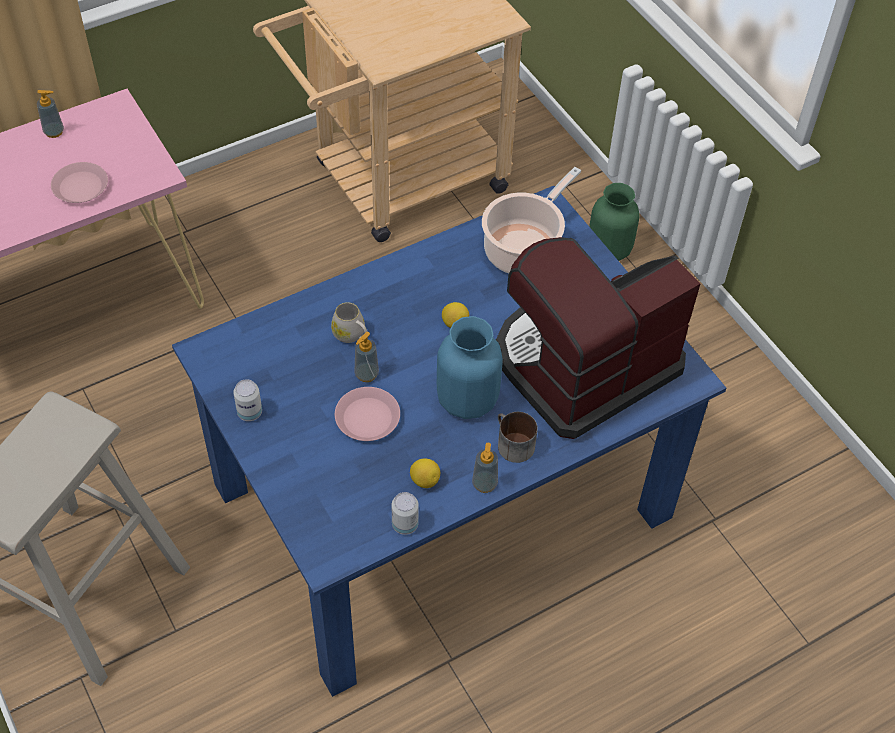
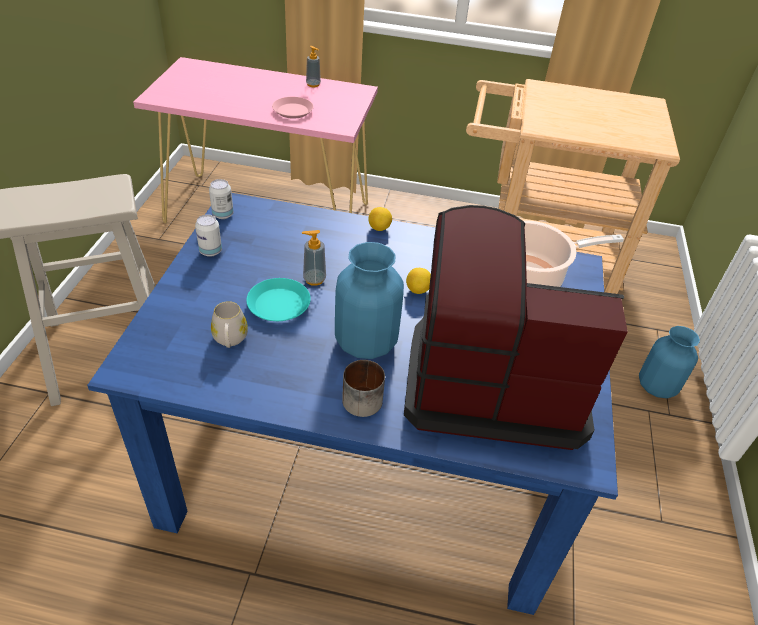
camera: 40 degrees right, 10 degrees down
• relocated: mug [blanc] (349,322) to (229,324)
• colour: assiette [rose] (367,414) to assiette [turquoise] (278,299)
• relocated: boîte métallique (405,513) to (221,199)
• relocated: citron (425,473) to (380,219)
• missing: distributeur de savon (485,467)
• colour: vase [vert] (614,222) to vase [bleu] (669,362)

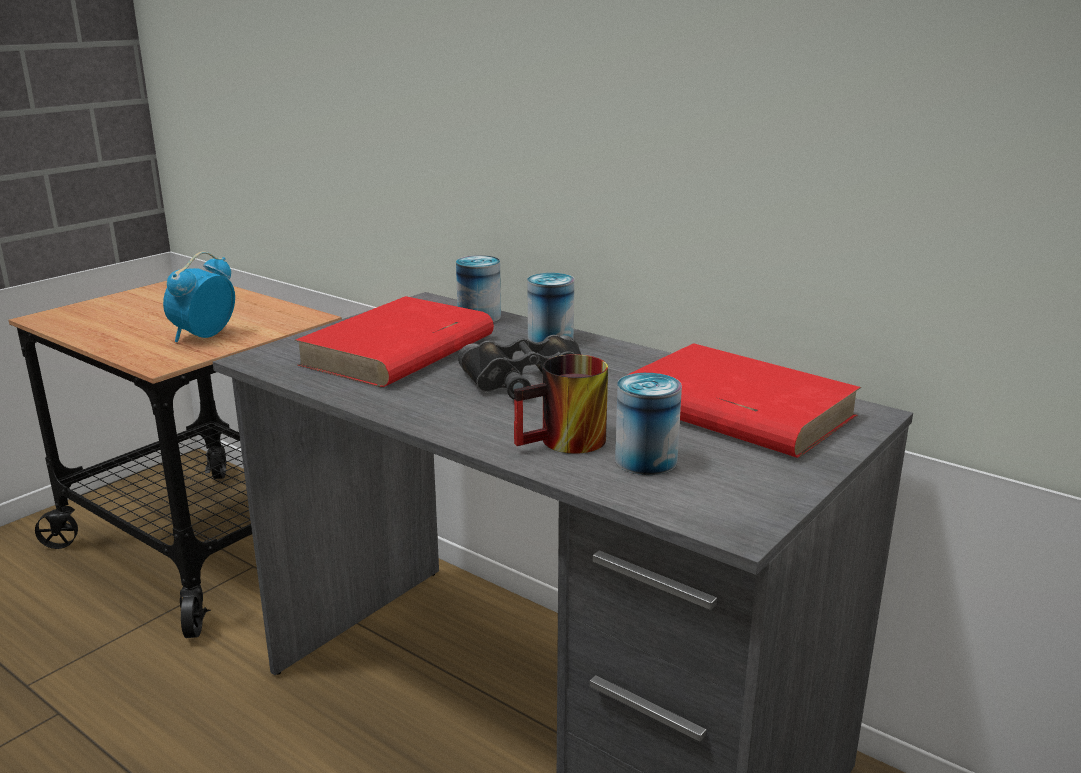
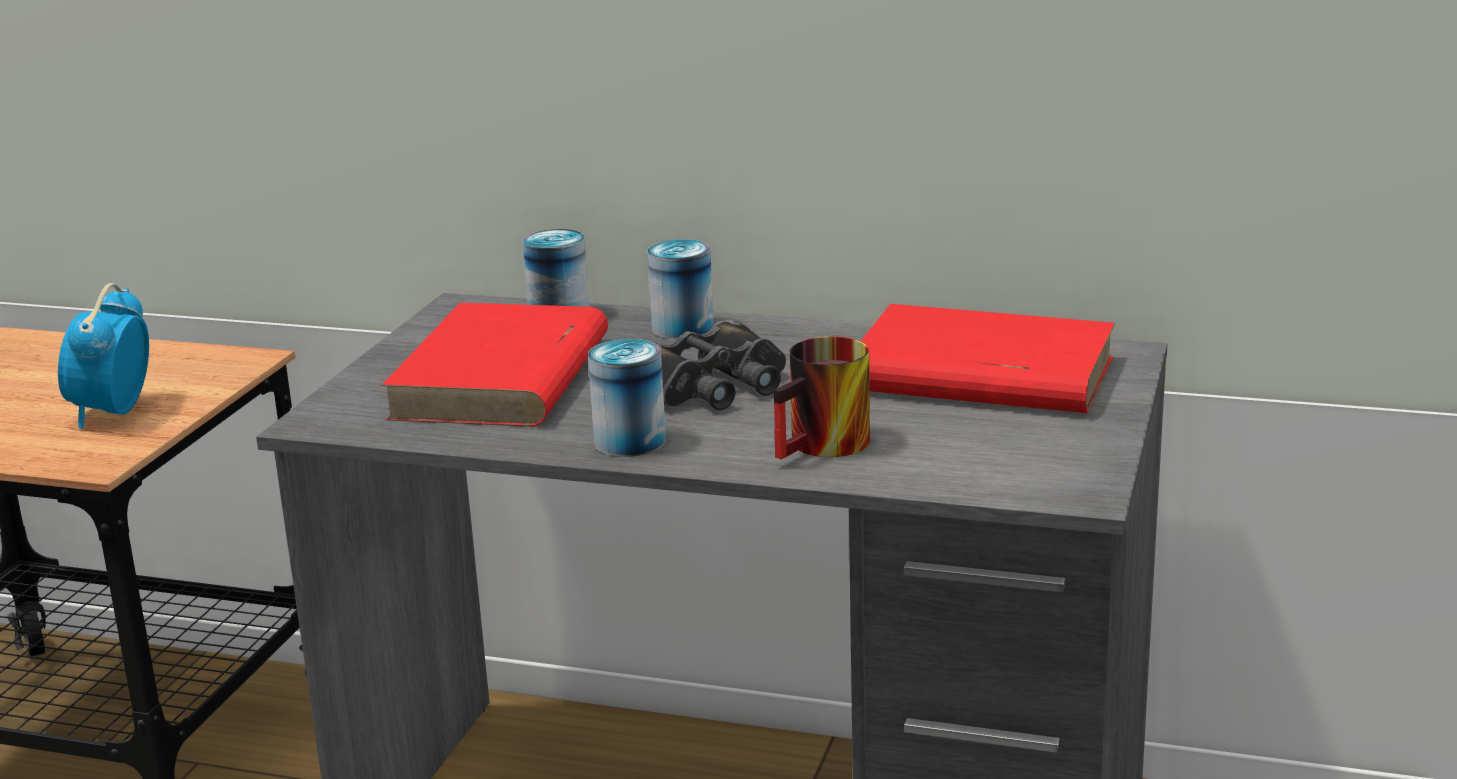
camera: 20 degrees left, 0 degrees up
• relocated: boîte métallique (648,424) to (627,398)

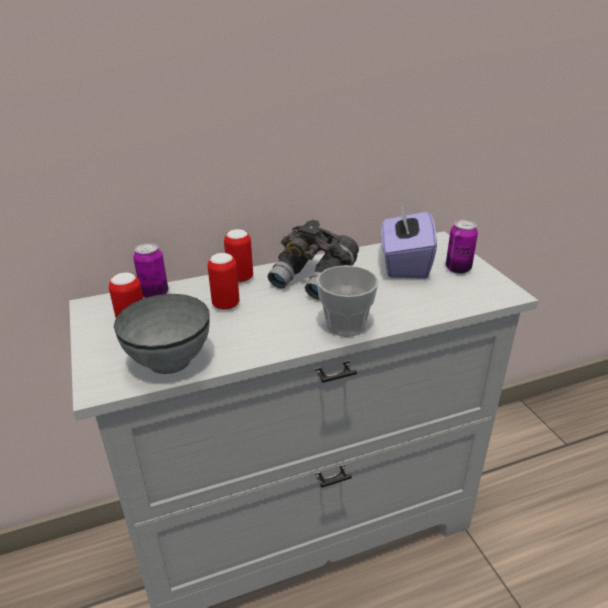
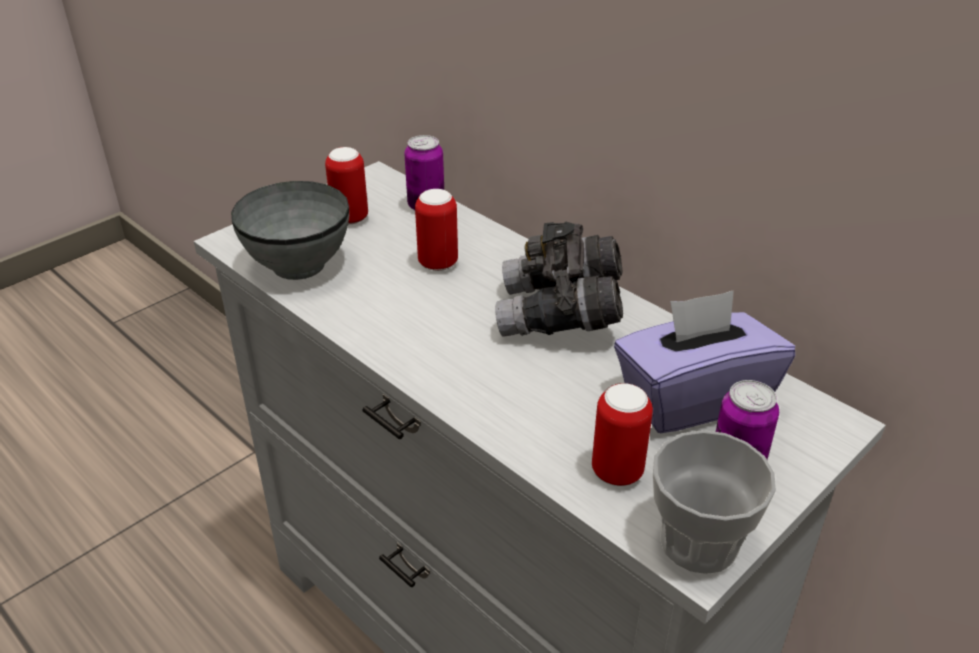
camera: 65 degrees right, 5 degrees up
• relocated: boîte métallique (238,256) to (622,434)
• relocated: tasse (347,301) to (714,502)

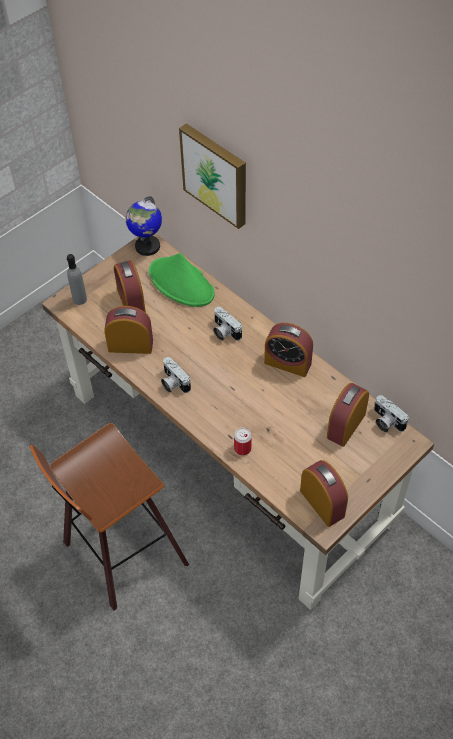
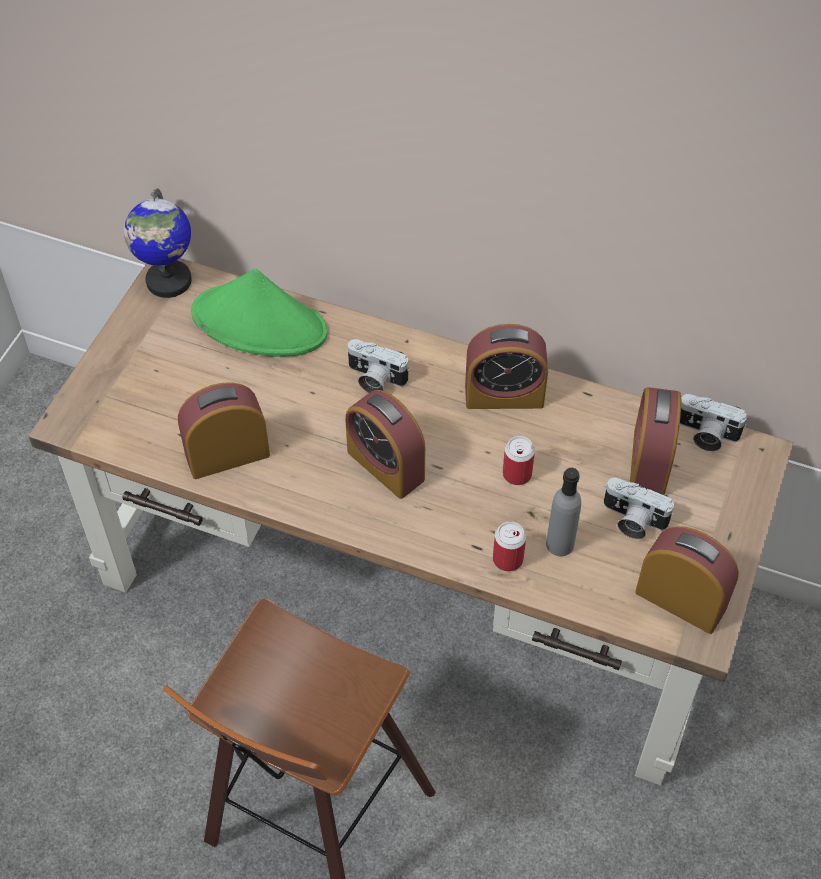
camera: 25 degrees left, 0 degrees up
• relocated: bouteille [gris] (77,279) to (563,512)
• relocated: réveil (130,286) to (385,444)
• relocated: appareil photo (176,375) to (638,508)
• missing: tableau (212,176)
• appeared: boîte métallique (519,460)

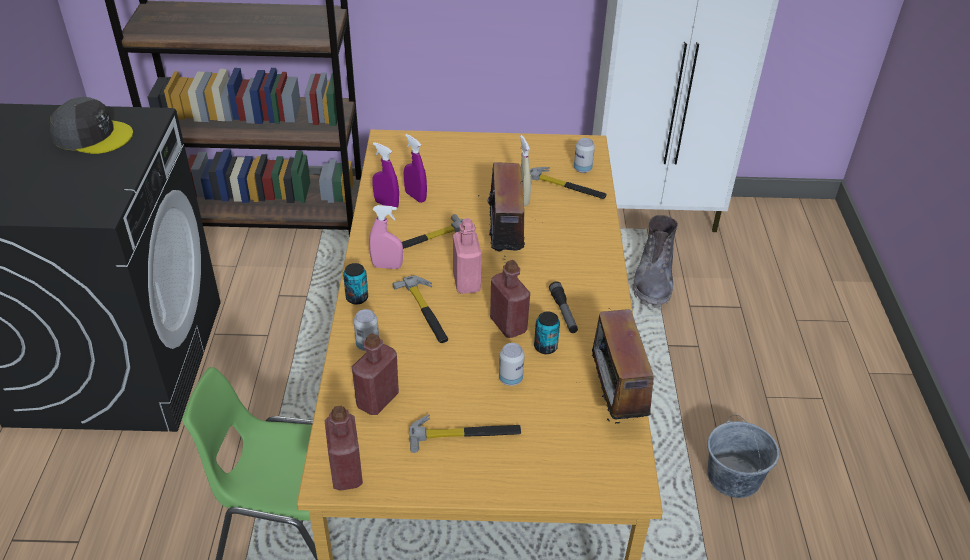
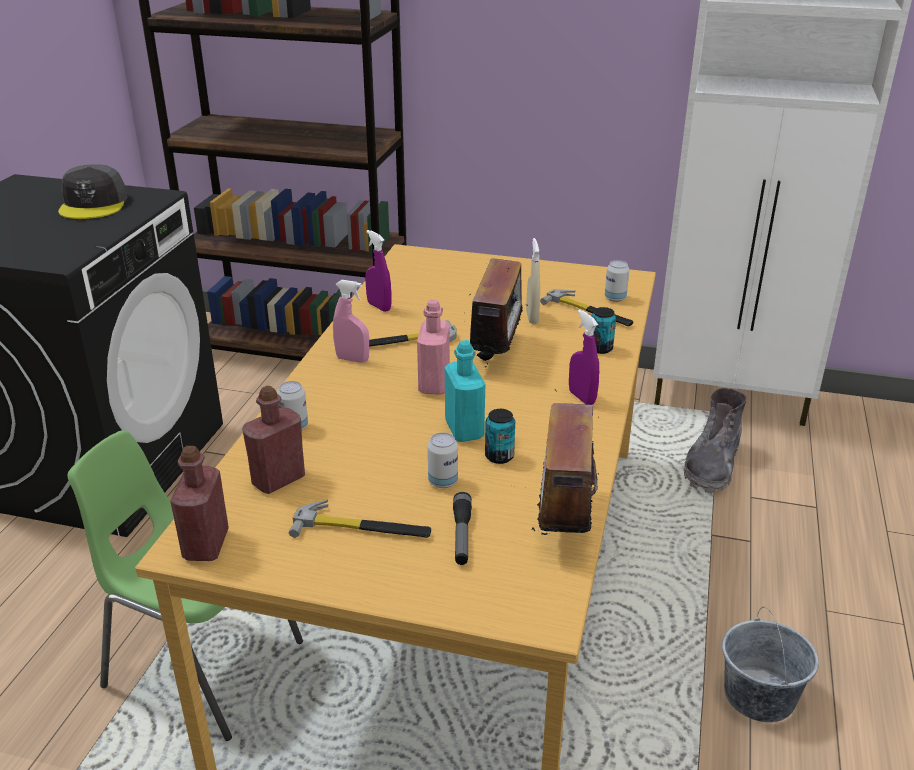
camera: 15 degrees right, 10 degrees down
• spun: casquette [gris] (91,125) = (93,191) 60 degrees clockwise
• relocated: boîte métallique (355,284) to (603,330)
• missing: marteau (420,309)
• relocated: vaporisateur [violet] (415,168) to (584,357)
• colour: bouteille [rouge] (510,299) to bouteille [turquoise] (465,391)
• relocated: lampe de poche (563,307) to (462,528)

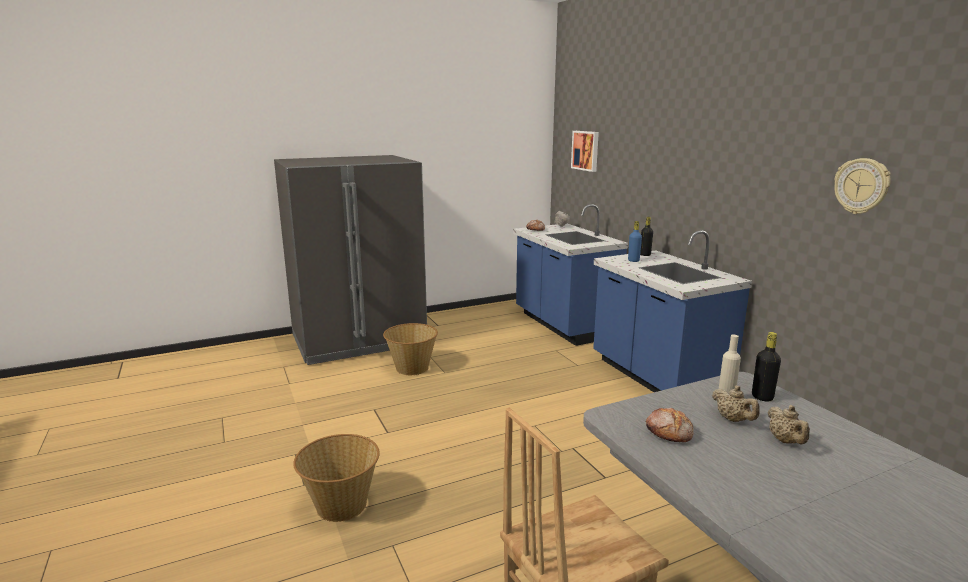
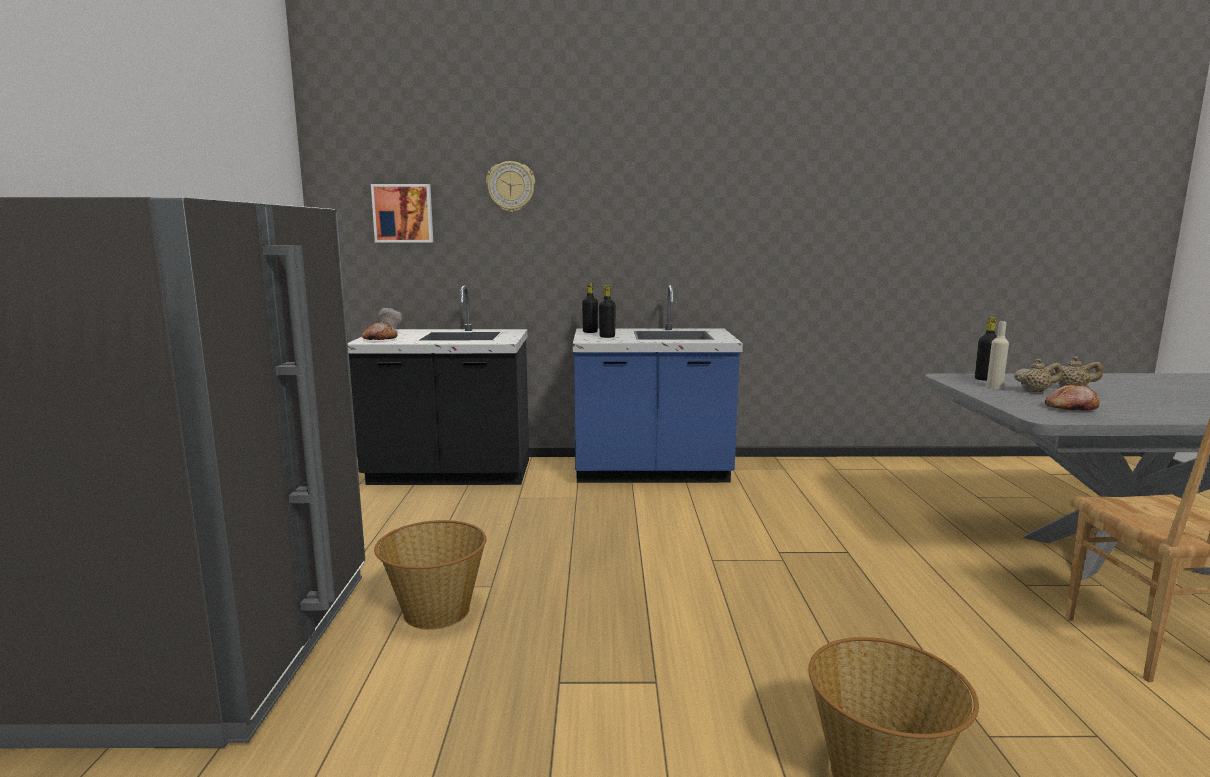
camera: 65 degrees left, 5 degrees down
• colour: comptoir de cuisine [bleu] (570,275) to comptoir de cuisine [noir] (438,385)
• colour: bouteille [bleu] (635,241) to bouteille [noir] (607,311)
• relocated: horloge murale (862,186) to (510,186)

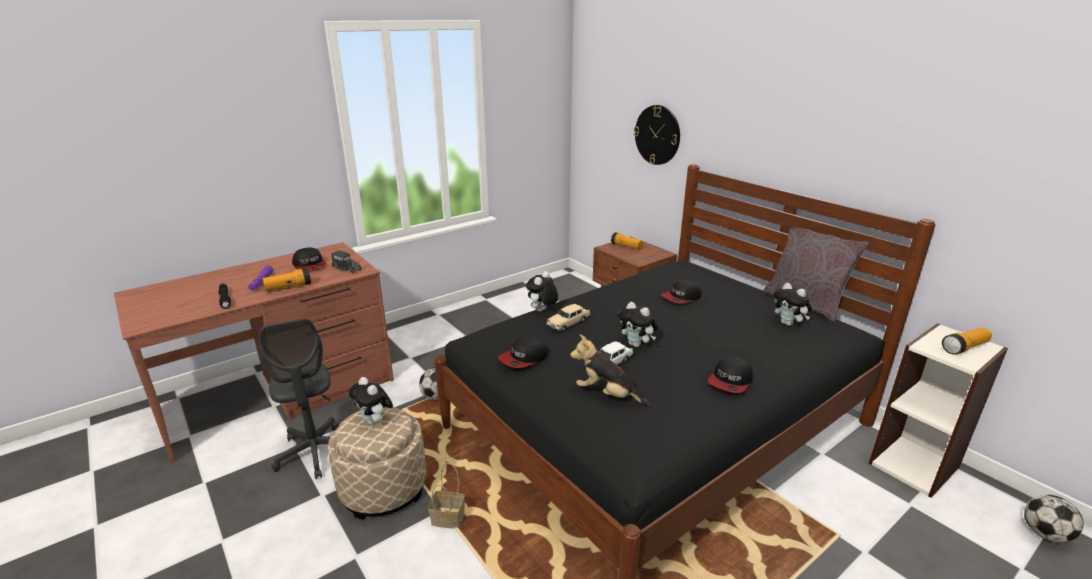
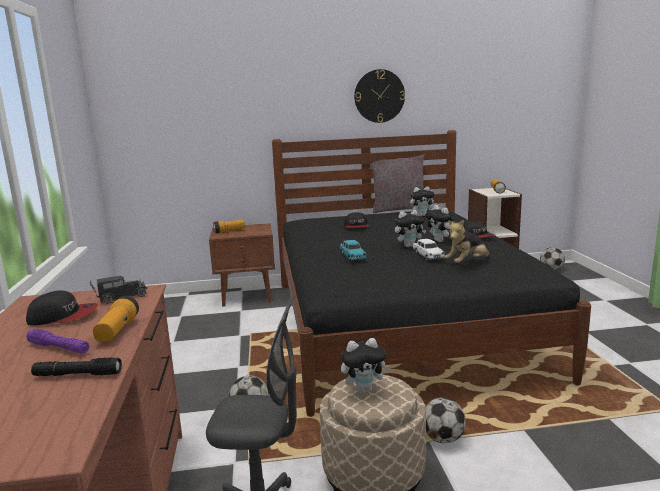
camera: 60 degrees left, 10 degrees down
• exchanged: panier (446,496) to ballon de foot (445,420)
• missing: casquette (523,352)
• relocated: peluche (542,291) to (440,223)
• colour: petite voiture [beige] (568,318) to petite voiture [turquoise] (353,251)
• relocated: horloge murale (657,135) to (379,96)

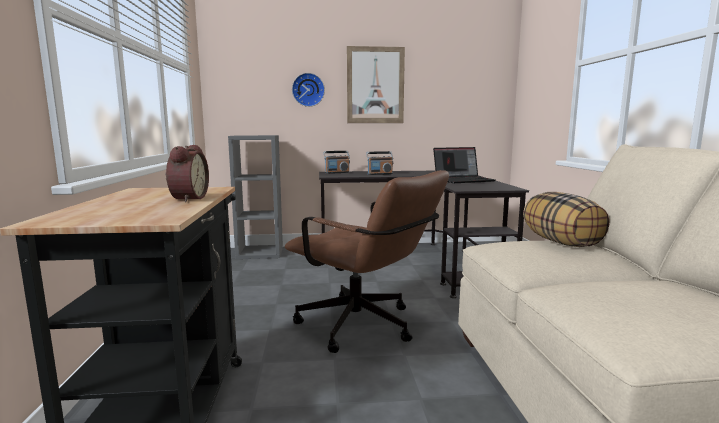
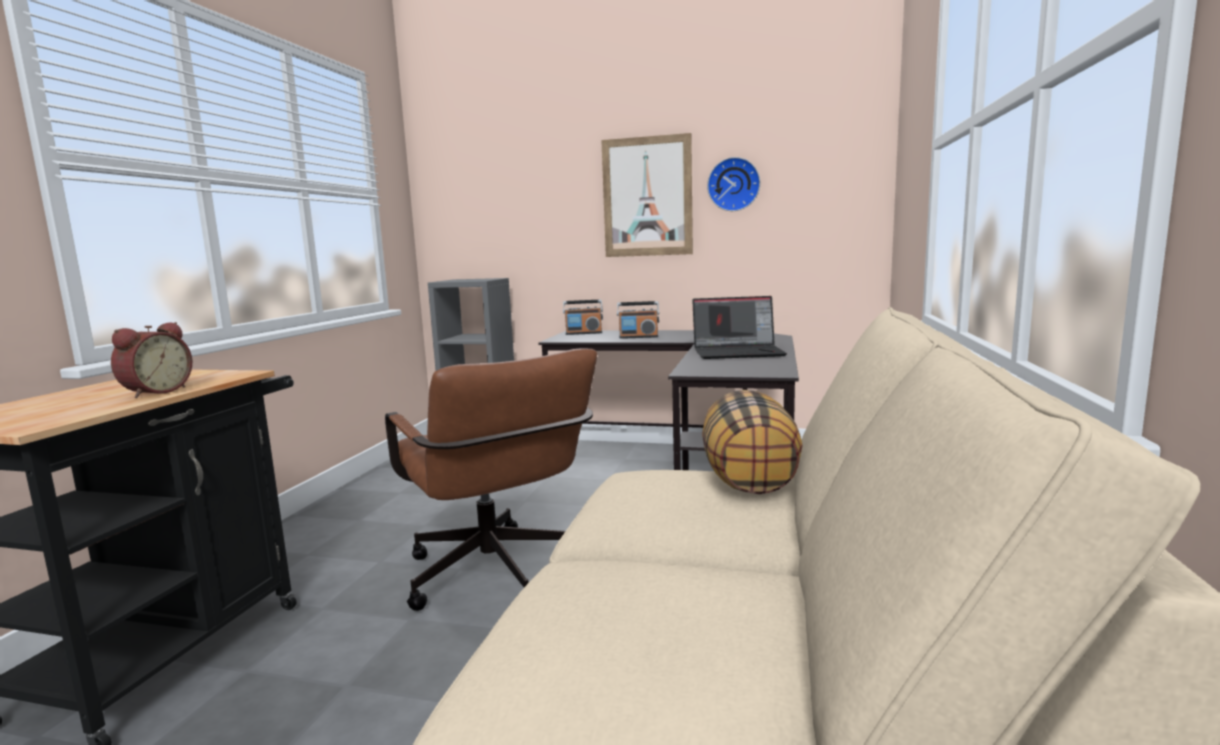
camera: 20 degrees right, 0 degrees up
• relocated: horloge murale (308,90) to (733,184)

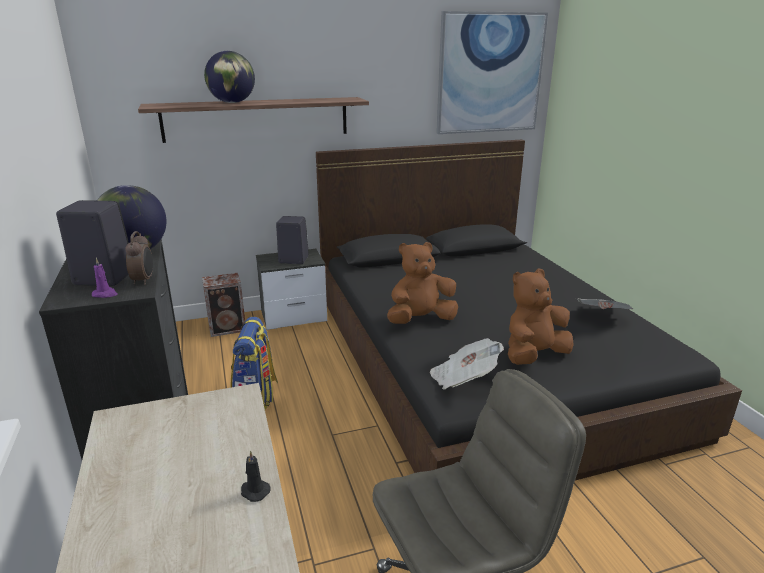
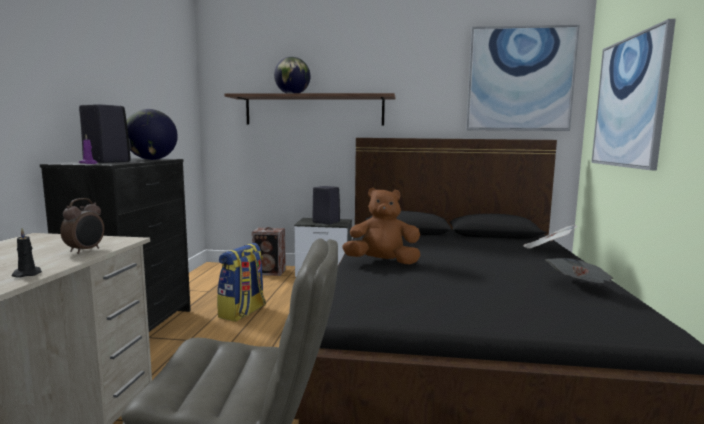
camera: 25 degrees right, 15 degrees down
• relocated: réveil (139,258) to (82,226)
• relocated: journal (466,363) to (550,237)
• missing: peluche [marron] (541,317)
• appeared: tableau (633,94)

